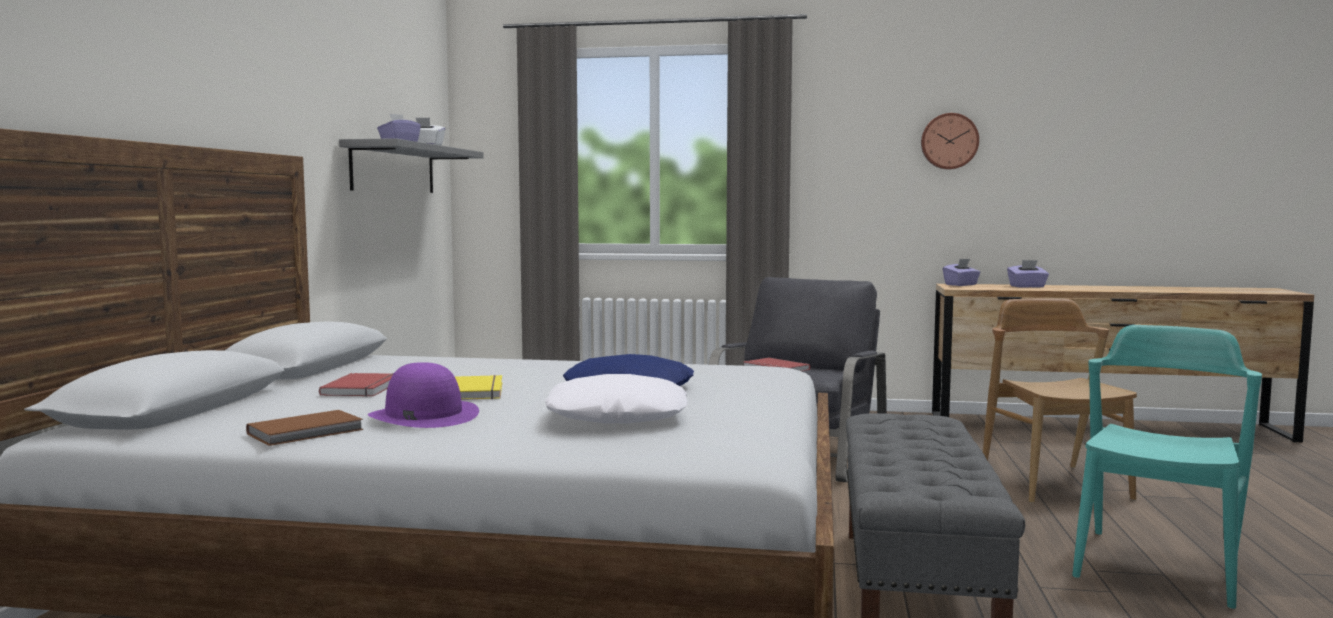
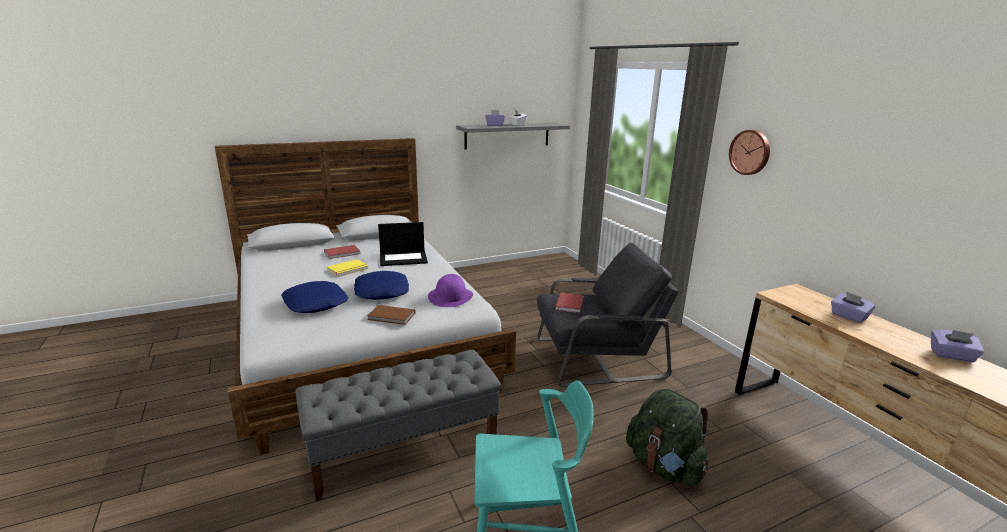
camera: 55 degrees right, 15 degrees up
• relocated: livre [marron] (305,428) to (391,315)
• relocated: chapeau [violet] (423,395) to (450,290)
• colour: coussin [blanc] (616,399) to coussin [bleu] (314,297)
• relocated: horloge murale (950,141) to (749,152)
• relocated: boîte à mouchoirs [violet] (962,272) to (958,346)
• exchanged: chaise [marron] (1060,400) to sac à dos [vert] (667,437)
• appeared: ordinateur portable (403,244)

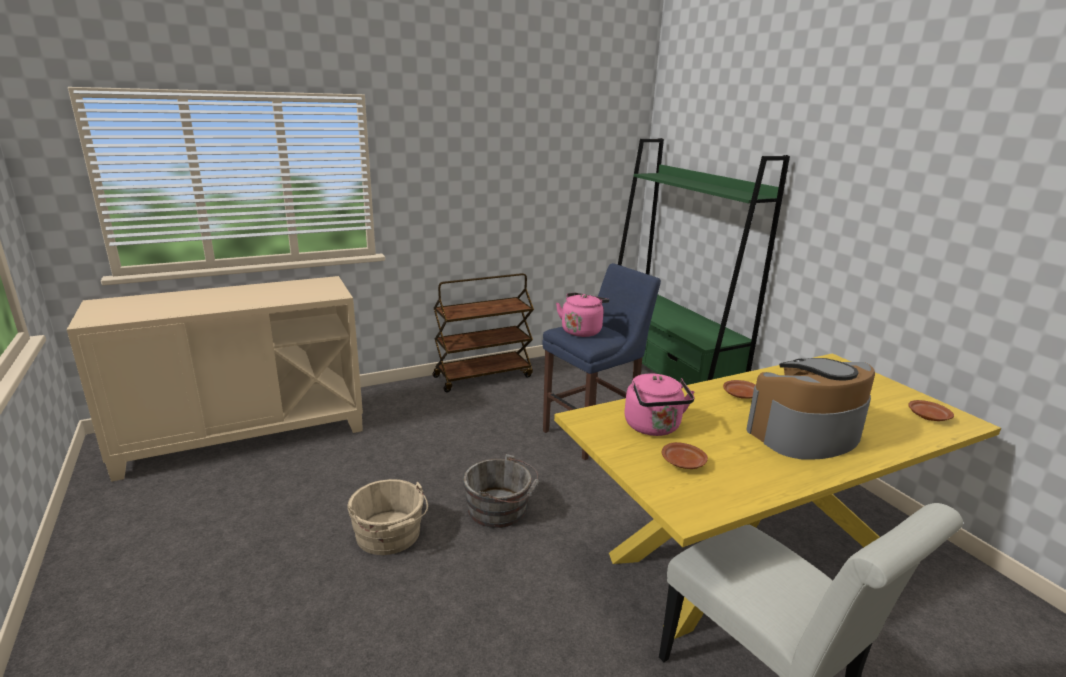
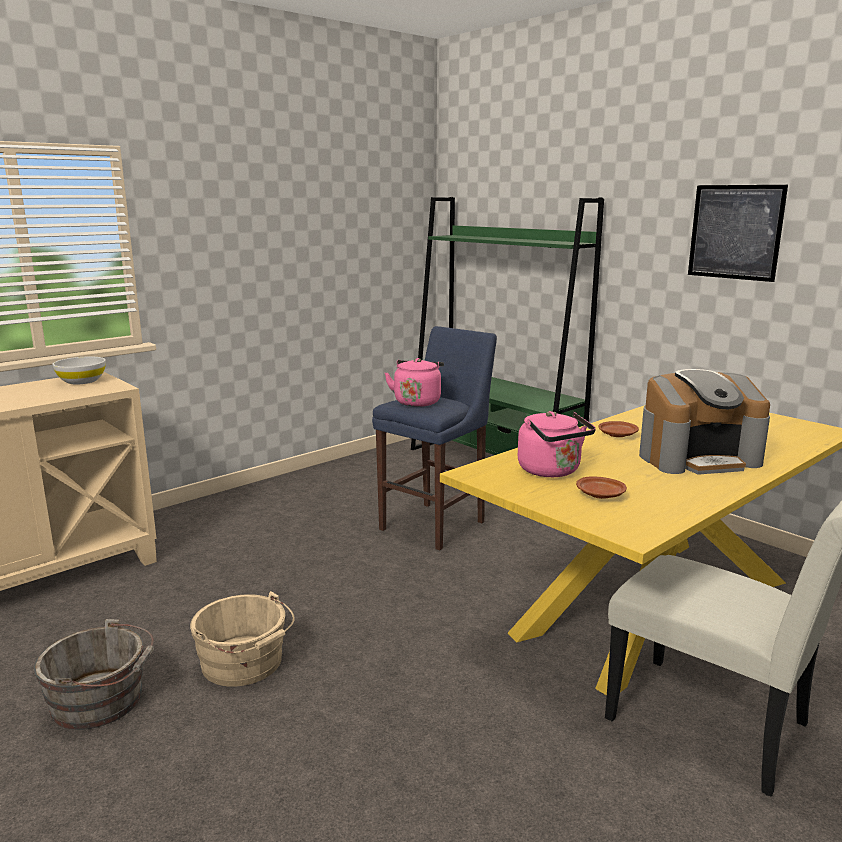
camera: 15 degrees left, 5 degrees down
• missing: chariot [marron] (483,332)
• relocated: seau [gris] (501,491) to (94,674)
• spun: machine à café (810,408) = (704,422) 150 degrees counterclockwise
• missing: assiette [marron] (931,410)
• appeared: bol [blanc] (79,371)
• appeared: tableau (738,233)

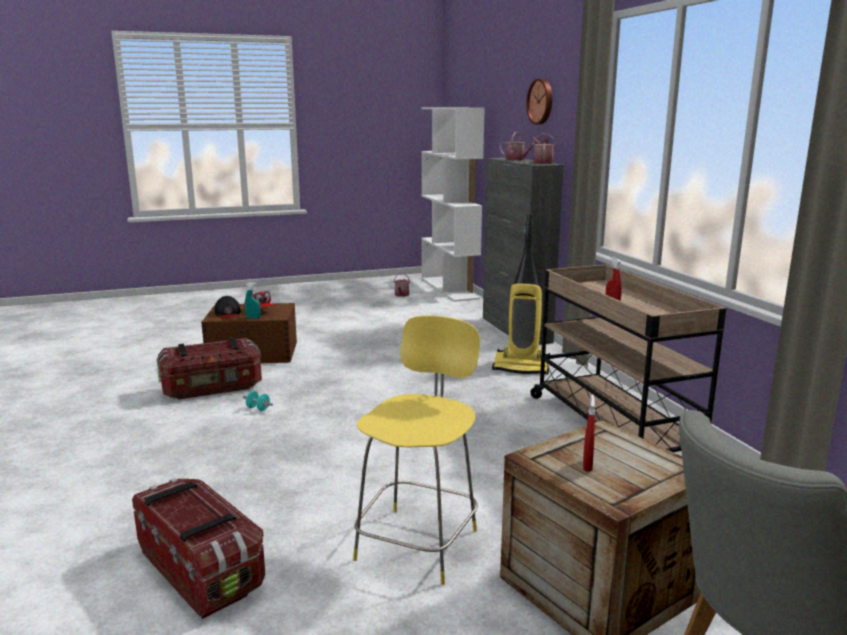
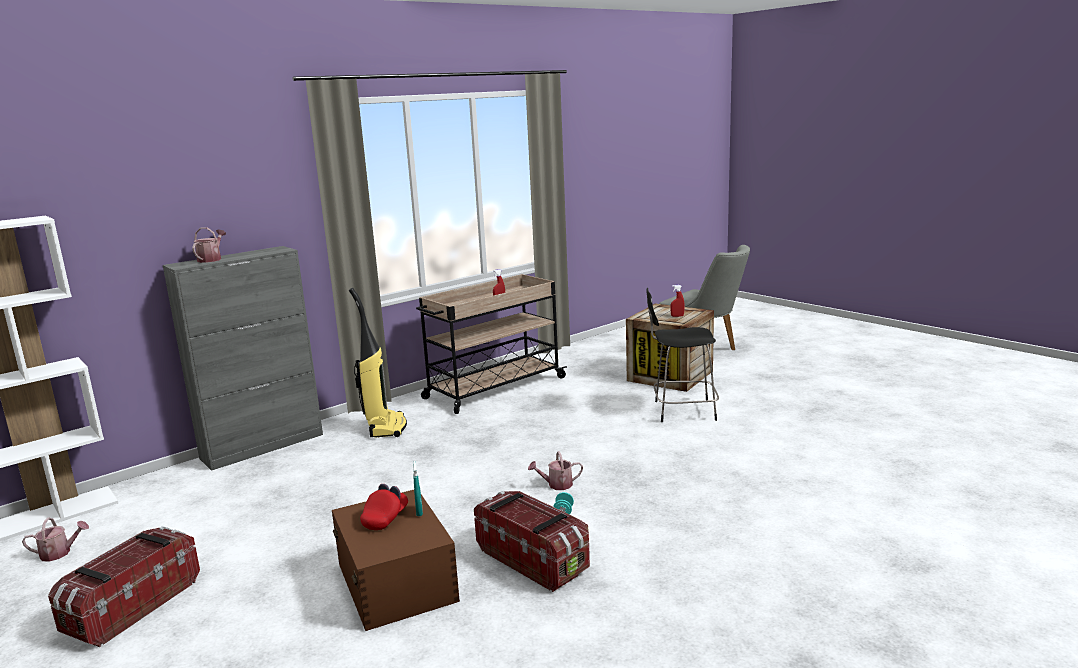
camera: 110 degrees left, 0 degrees up
• relocated: boîte de rangement (198,548) to (124,586)
• missing: casquette [noir] (227,307)
• colour: tabouret [jaune] (416,450) to tabouret [noir] (682,355)
• missing: horloge murale (539,102)
• relocated: arrosoir (544,148) to (555,470)

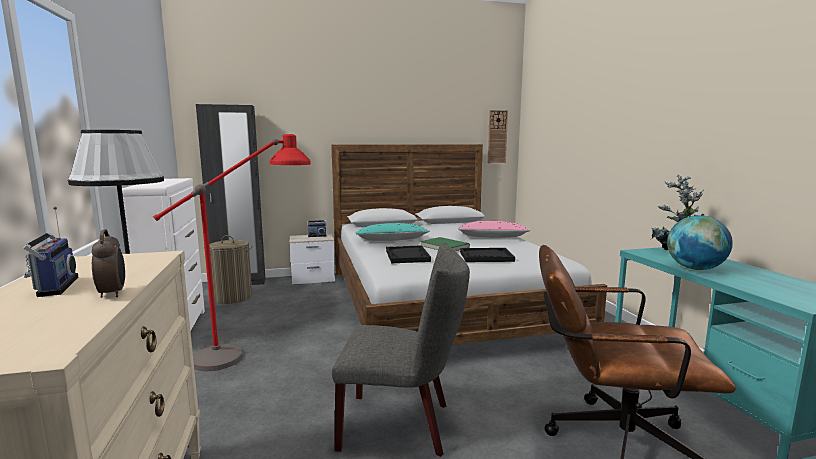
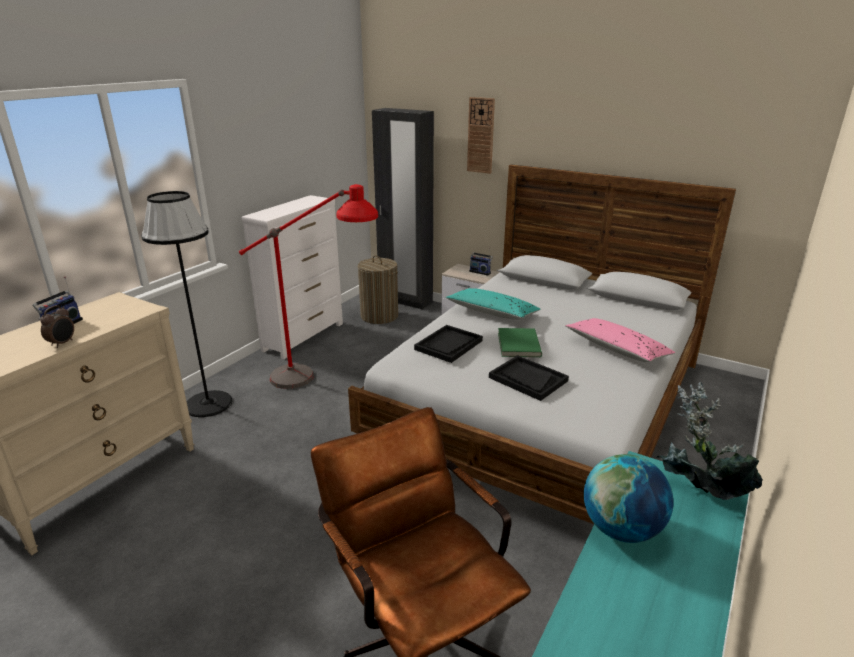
camera: 45 degrees right, 15 degrees up
• missing: chaise [gris] (401,349)
• relocated: horloge murale (498,136) to (481,135)

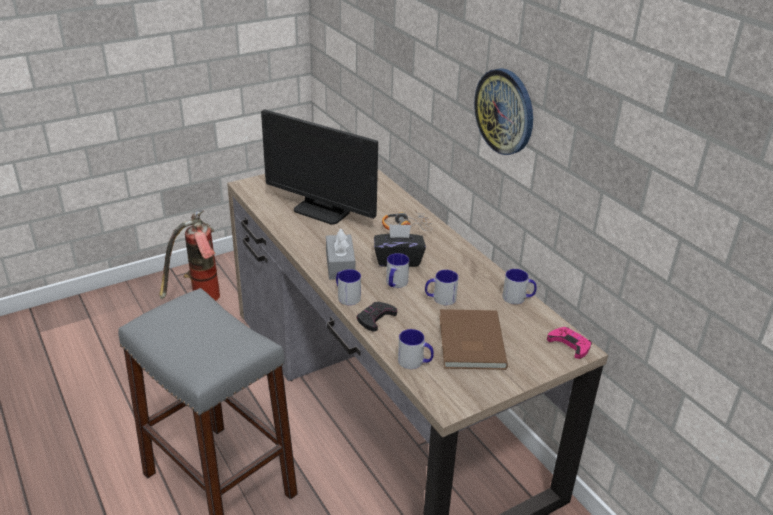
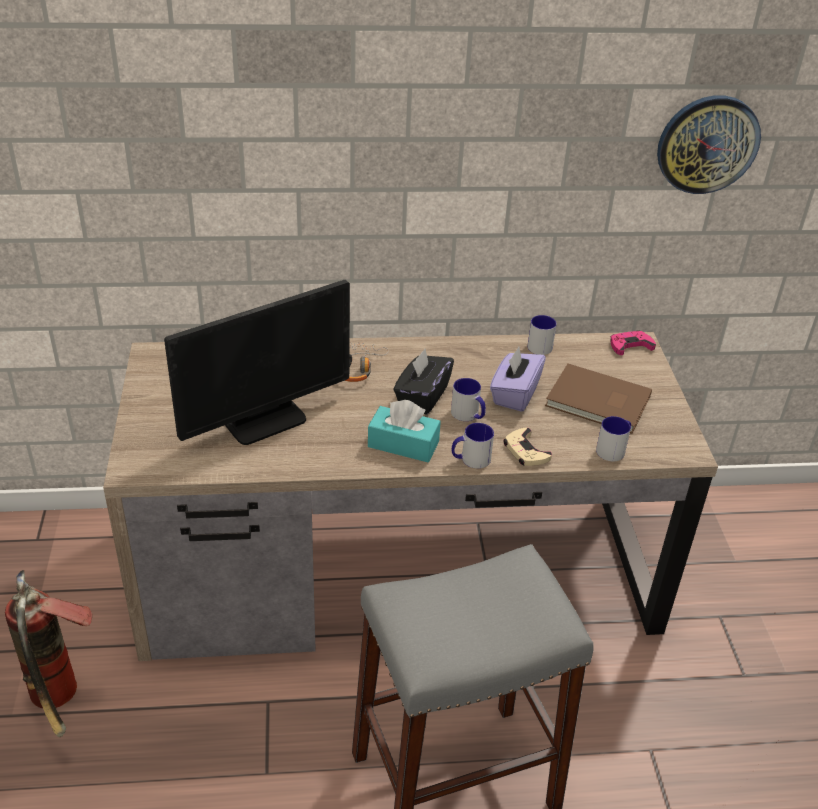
camera: 65 degrees left, 5 degrees up
• colour: boîte à mouchoirs [gris] (340,254) to boîte à mouchoirs [turquoise] (404,431)
• colour: manette [noir] (377,317) to manette [beige] (527,447)
• exchanged: mug (441,287) to boîte à mouchoirs [violet] (518,379)
• relocated: horloge murale (503,111) to (709,144)

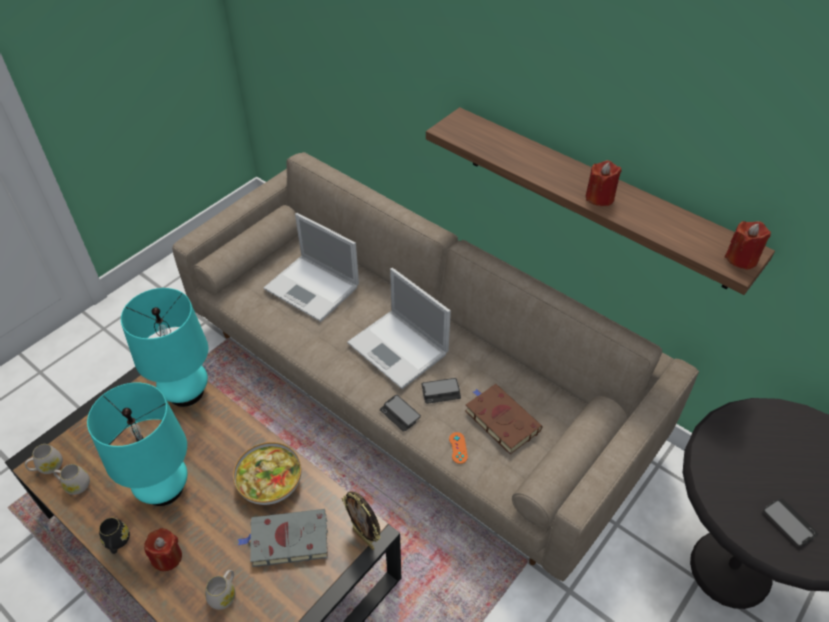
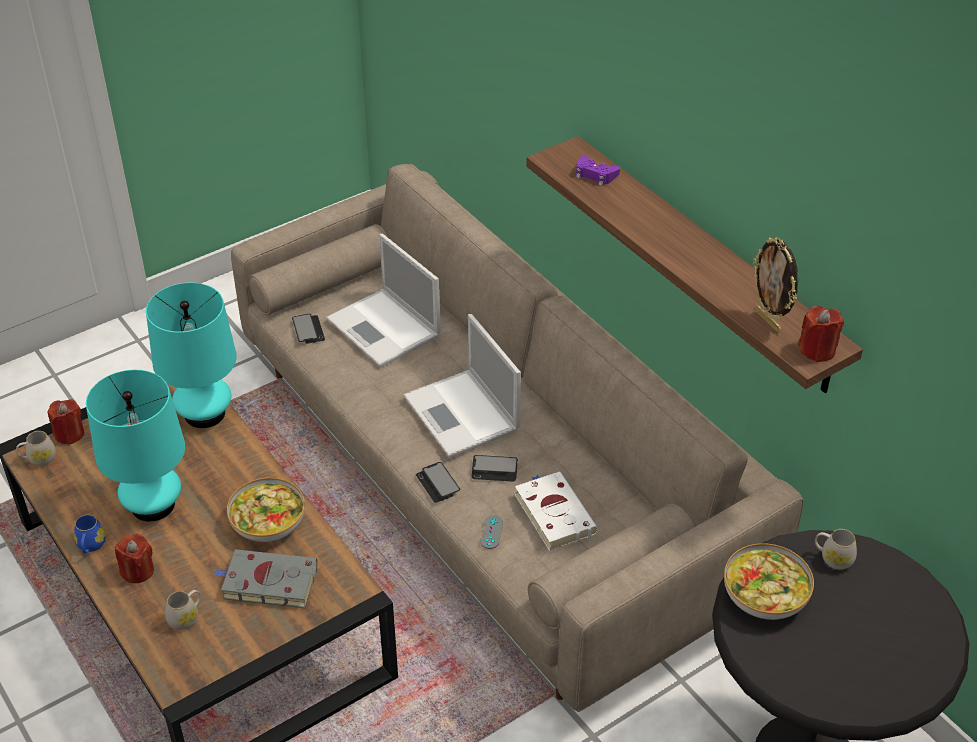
camera: 15 degrees right, 5 degrees down
• relocated: mug [blanc] (71,479) to (836,549)
• colour: mug [noir] (114,536) to mug [bleu] (90,534)
• relocated: cadre photo (361,520) to (775,285)
• colour: manette [orange] (458,448) to manette [gris] (491,532)
• colour: livre [marron] (504,419) to livre [blanc] (556,511)
• relocated: bougie [rouge] (604,183) to (65,422)
• relocated: téléphone (790,522) to (308,329)
• appeared: manette [violet] (598,170)
• appeared: bol (769,581)

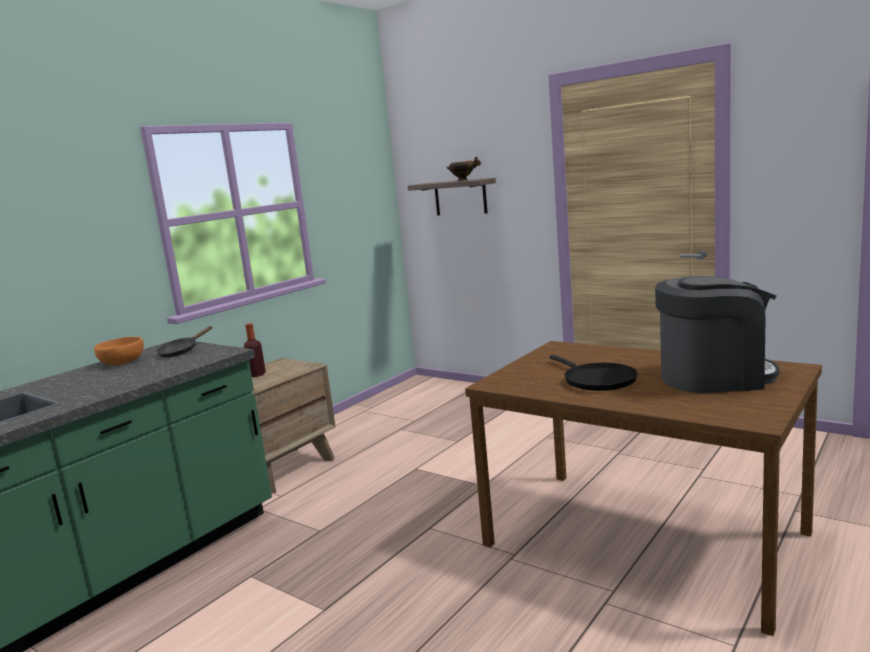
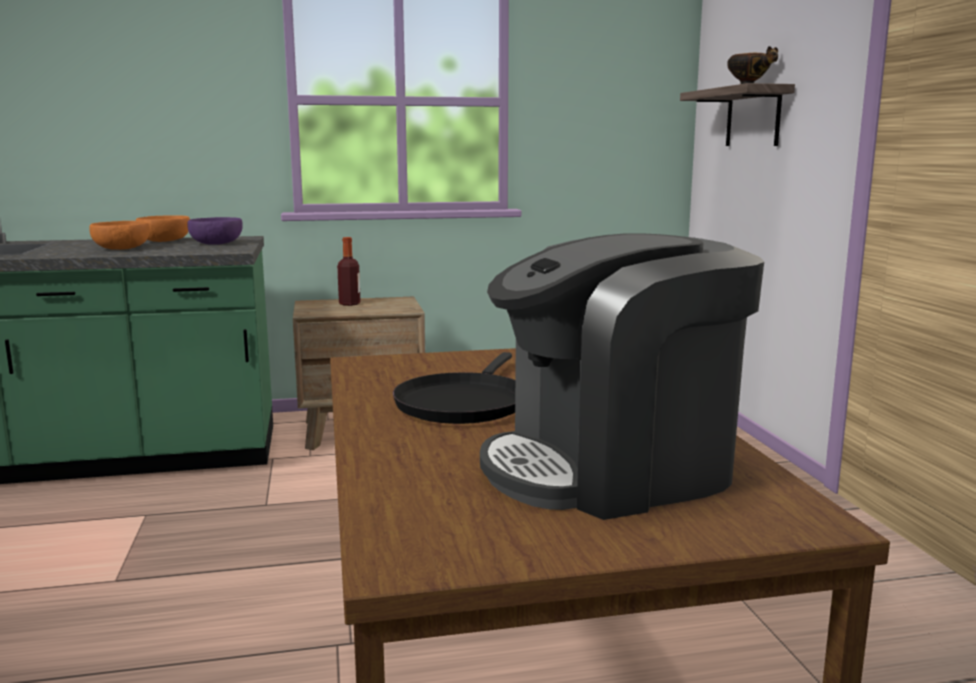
camera: 40 degrees right, 0 degrees up
• exchanged: poêle [noir] (184,342) to bol [violet] (215,231)
• spun: machine à café (717,334) = (622,376) 120 degrees clockwise
• appeared: bol [orange] (119,235)

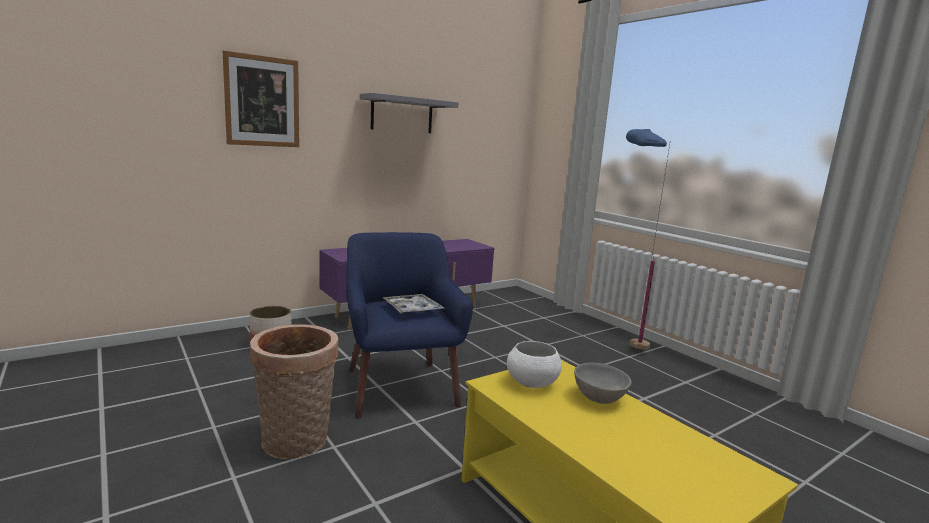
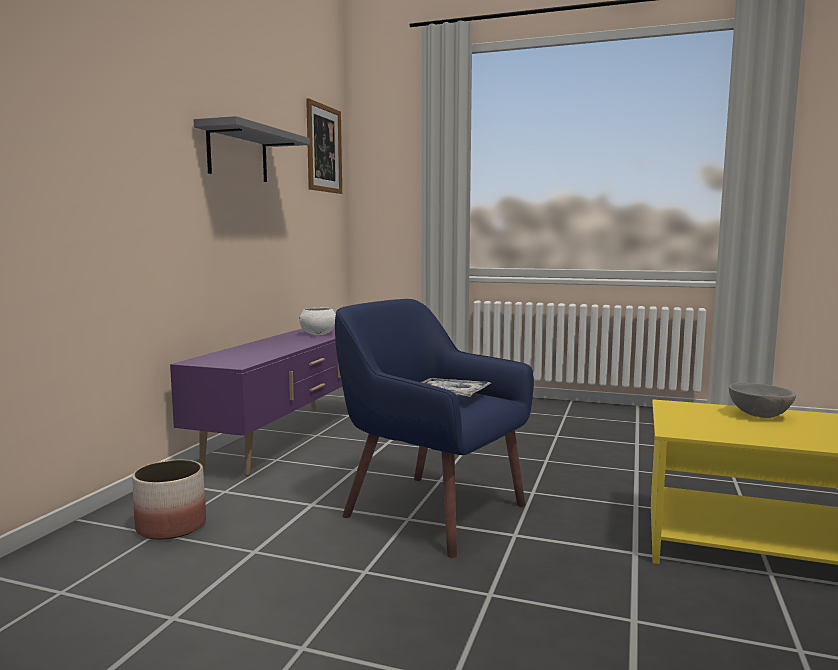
camera: 35 degrees left, 5 degrees down
• relocated: tableau (261,98) to (324,146)
• missing: panier (294,391)
• relocated: bol [blanc] (534,364) to (317,321)
• missing: lampadaire [bleu] (648,240)

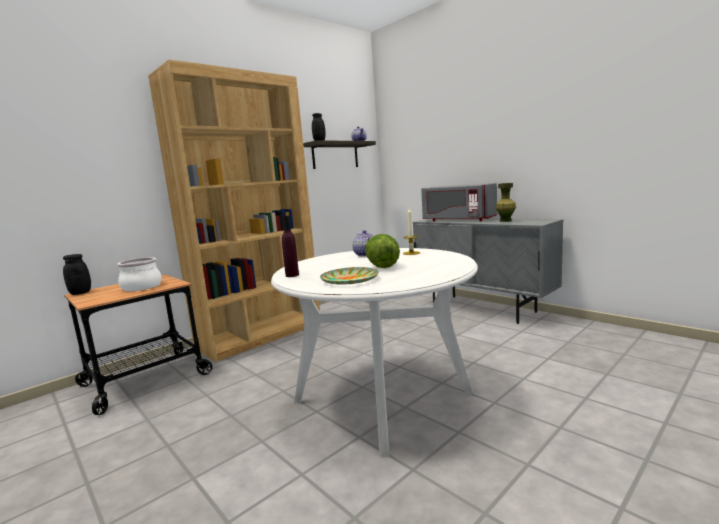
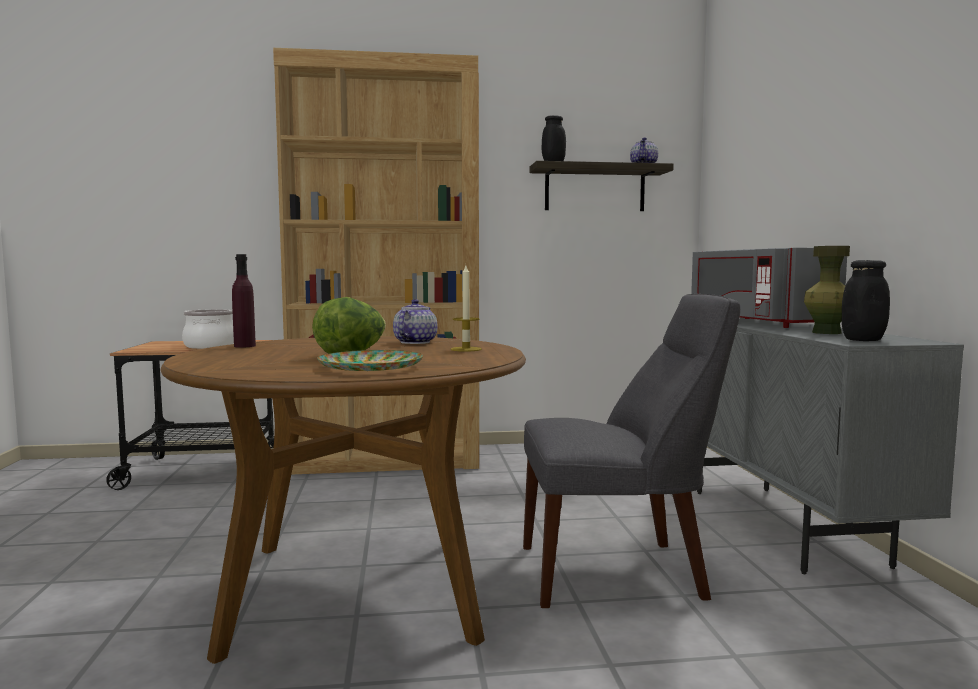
camera: 35 degrees right, 5 degrees down
• relocated: bocal [noir] (77,274) to (866,300)
• colour: table à manger [blanc] (374,353) to table à manger [marron] (343,500)
• relocated: assiette (349,276) to (370,360)
• appeared: chaise [gris] (631,451)

